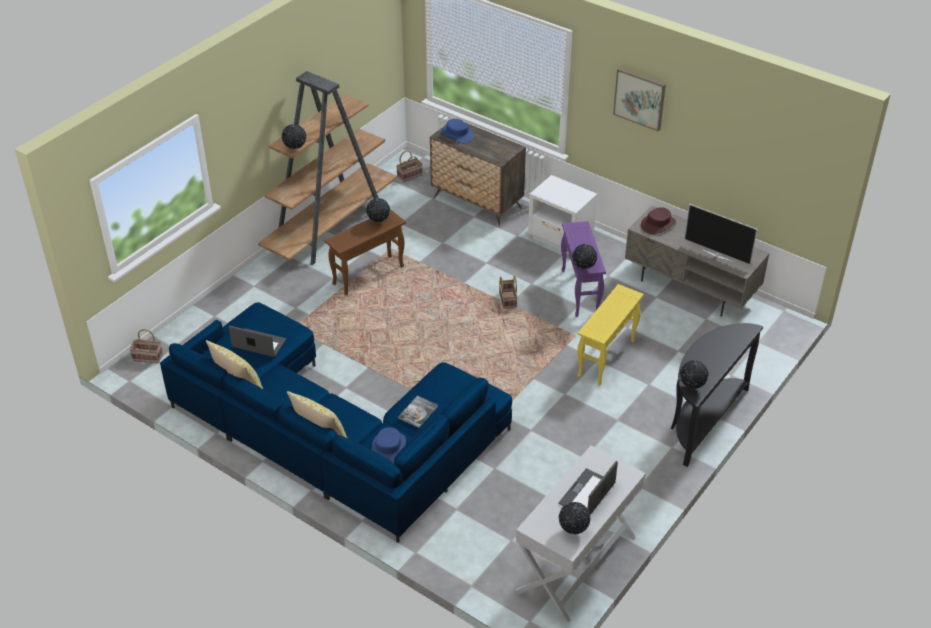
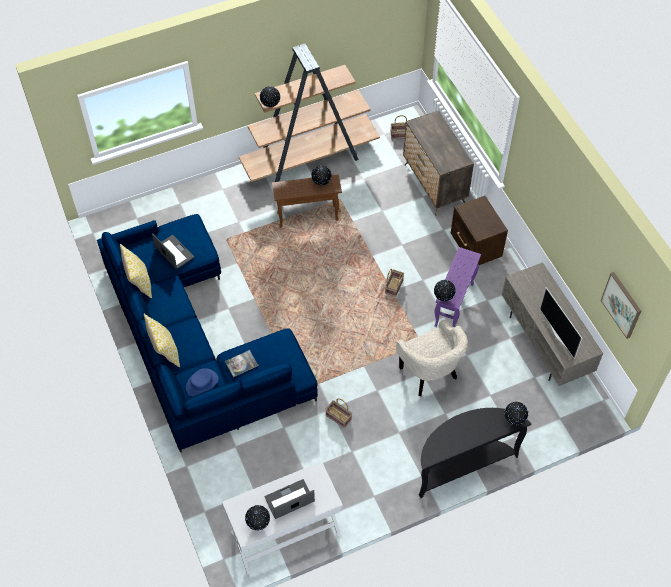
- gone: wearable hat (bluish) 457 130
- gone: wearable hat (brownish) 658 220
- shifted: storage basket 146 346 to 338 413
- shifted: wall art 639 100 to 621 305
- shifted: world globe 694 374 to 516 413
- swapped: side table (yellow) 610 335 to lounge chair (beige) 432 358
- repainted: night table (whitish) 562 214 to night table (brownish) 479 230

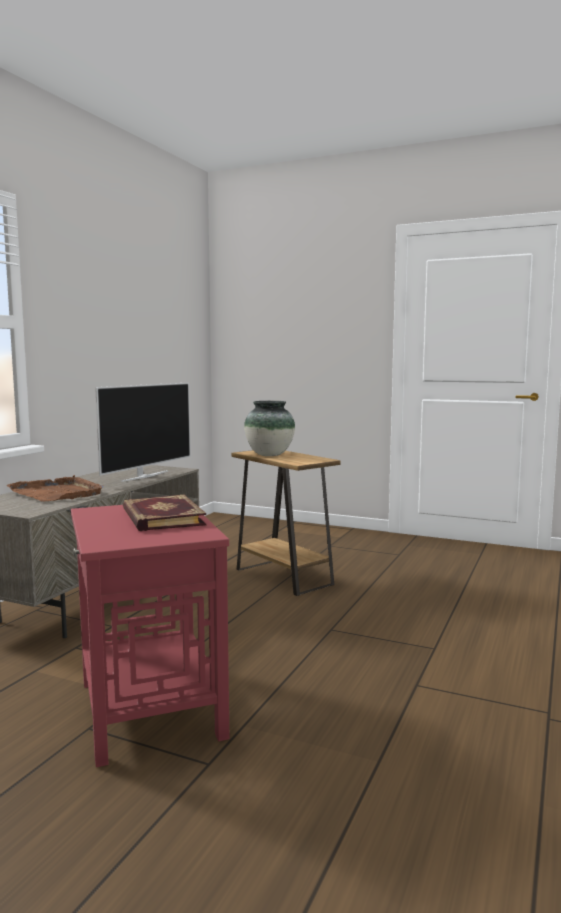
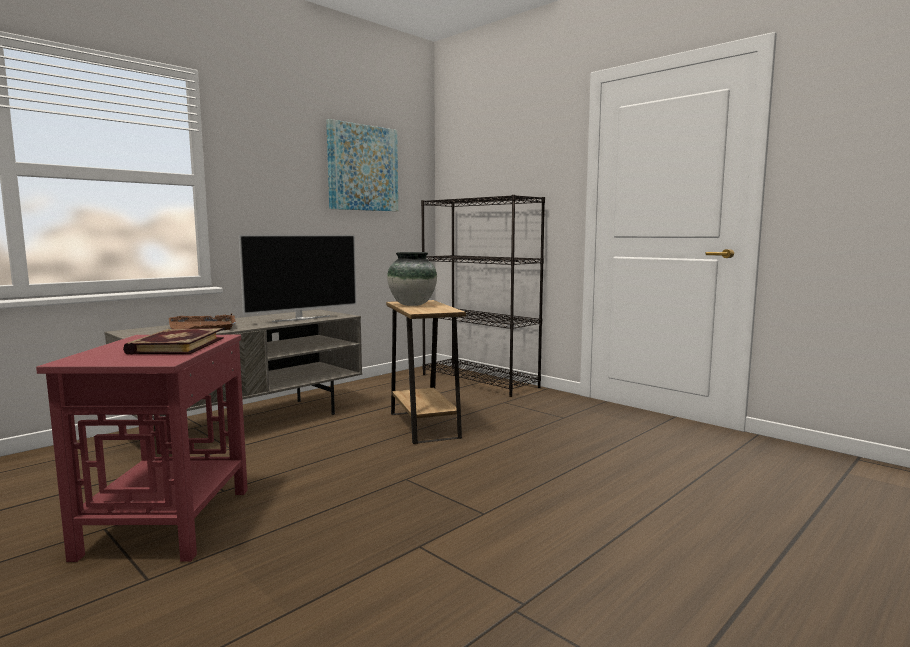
- new: wall art 362 165
- new: bookcase (black-coloured) 483 296

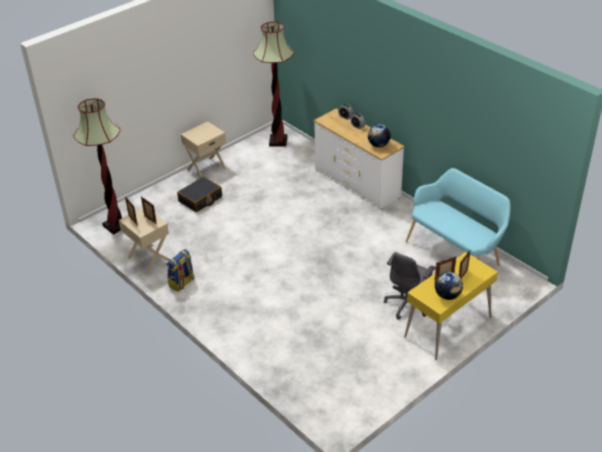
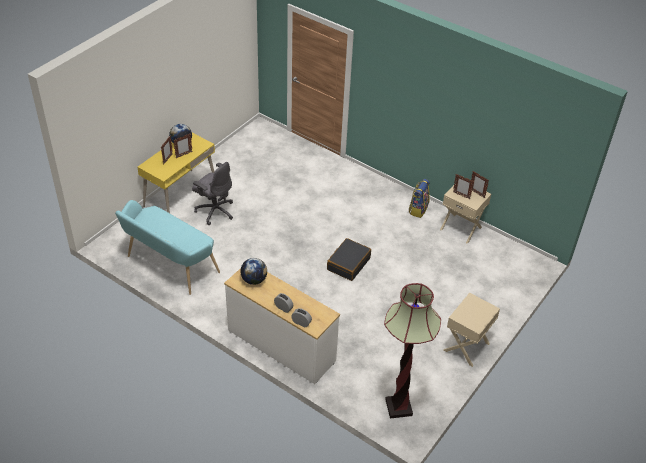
- gone: standing lamp 97 166
- shifted: piece of luggage (black-coloured) 199 194 to 349 259
- rotated: computer chair (grey) 409 286 = 212 193 105 degrees clockwise

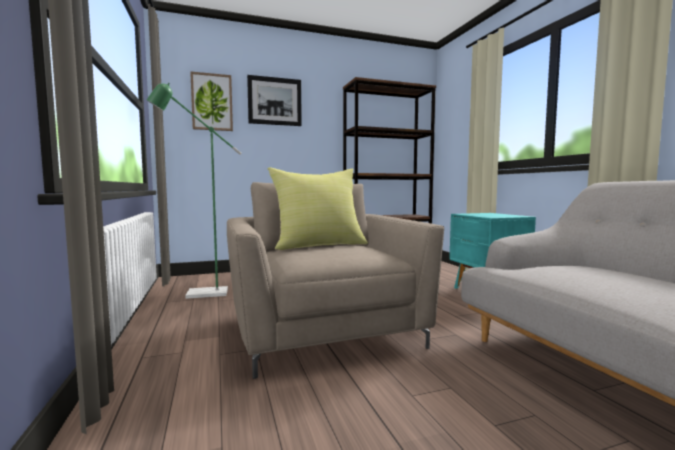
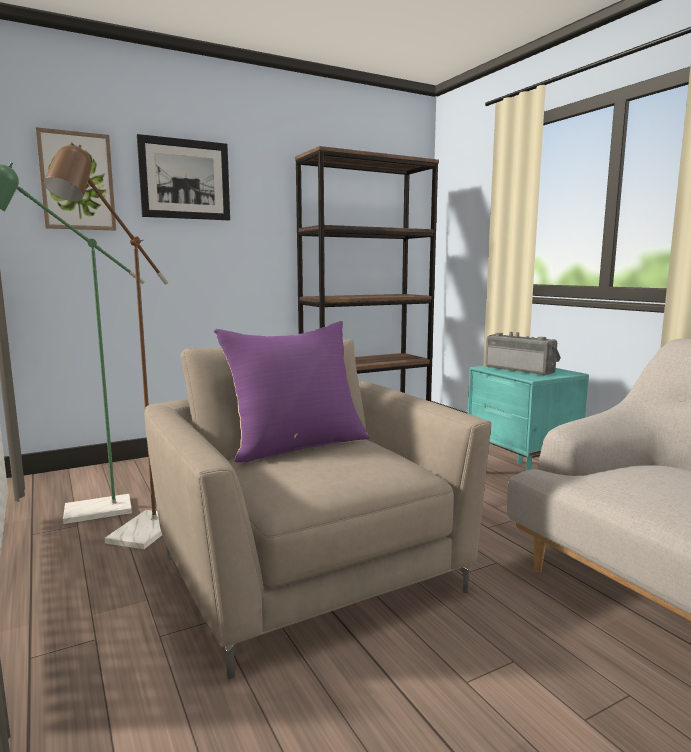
- new: standing lamp (brownish) 106 347
- new: radio receiver 523 353
- repainted: cushion (yellow) 318 208 to cushion (purplish) 292 392

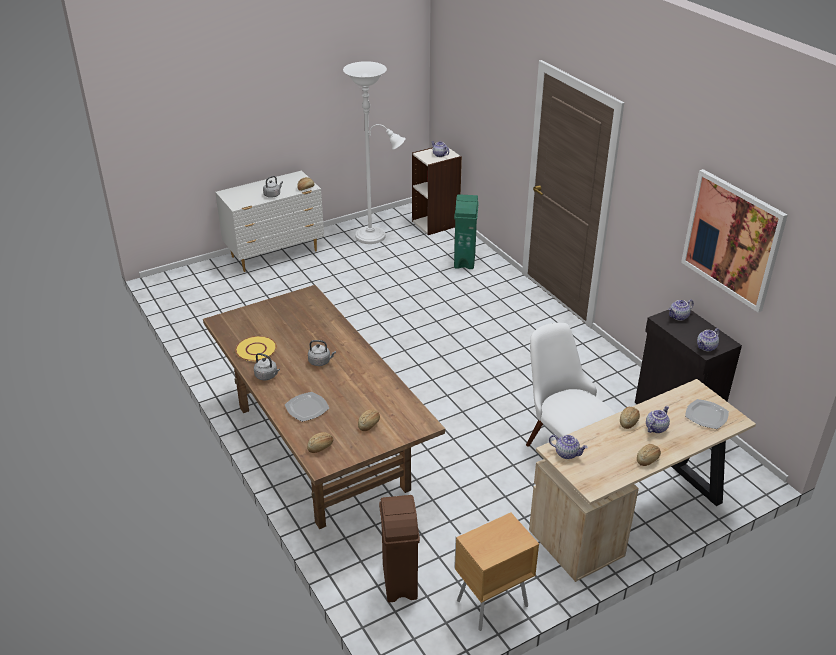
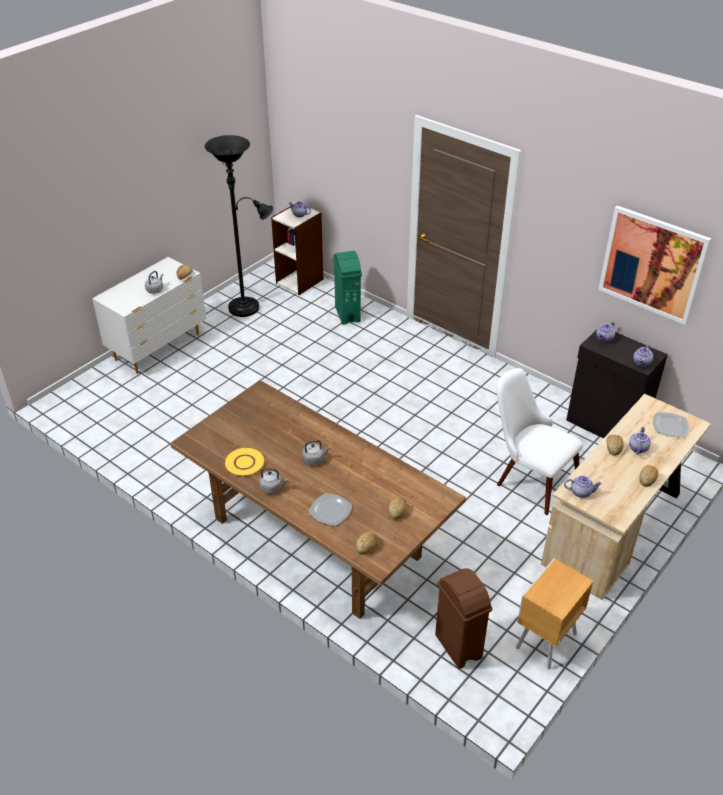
- repainted: standing lamp (whitish) 374 152 to standing lamp (black-coloured) 239 226

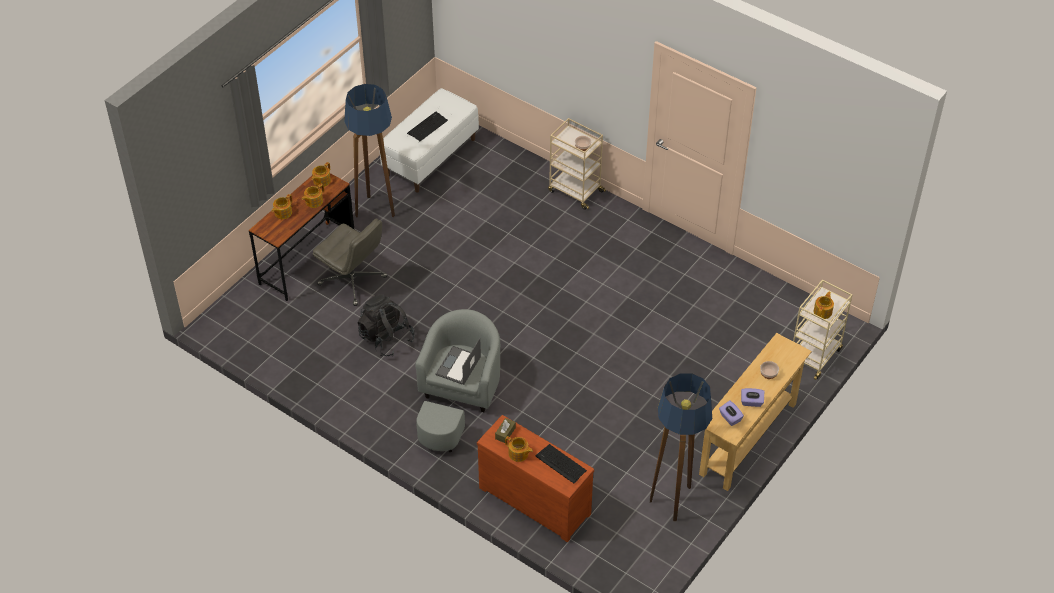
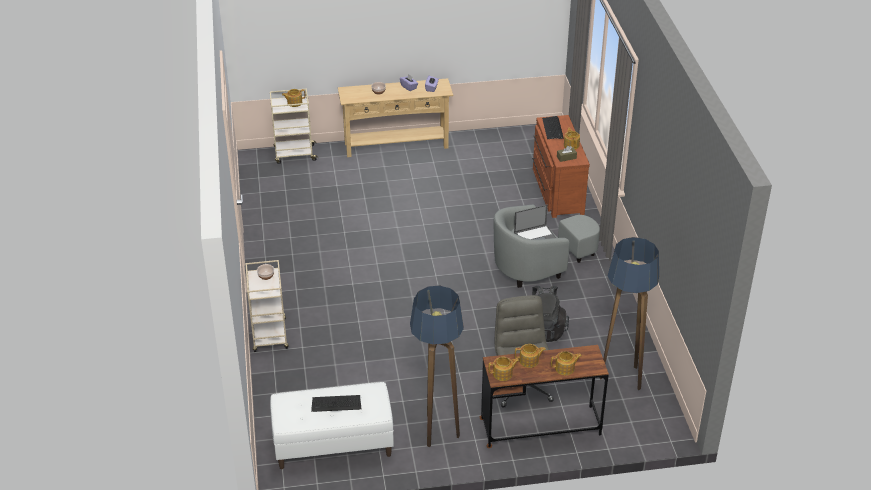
- shifted: standing lamp 681 447 to 629 313

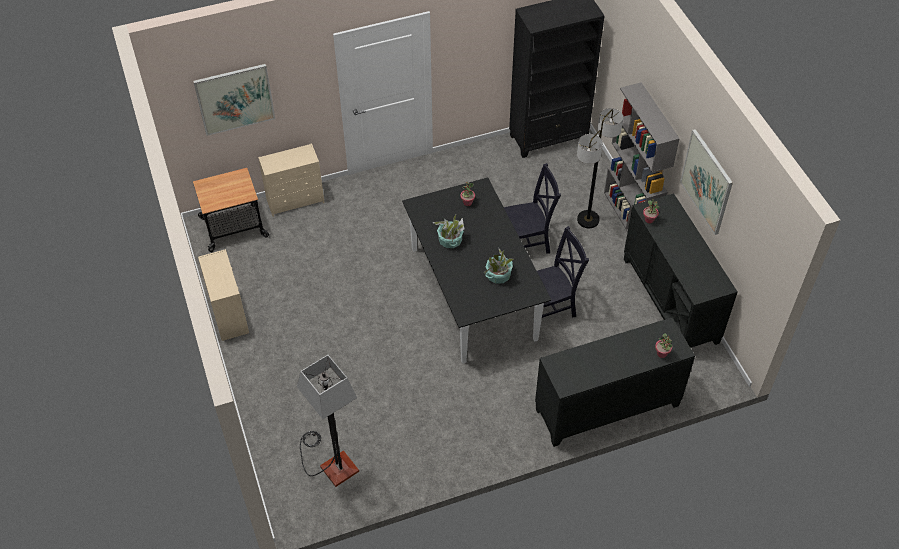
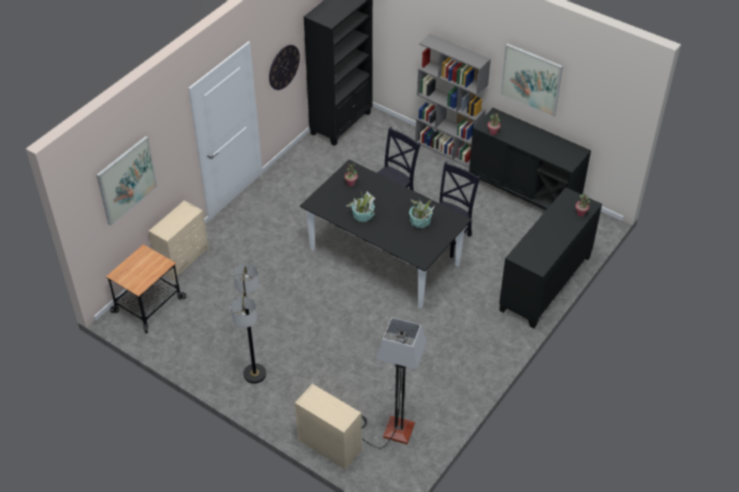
- new: wall clock 284 67
- shifted: drawer chest (beige) 223 295 to 328 426
- shifted: standing lamp 600 168 to 248 323

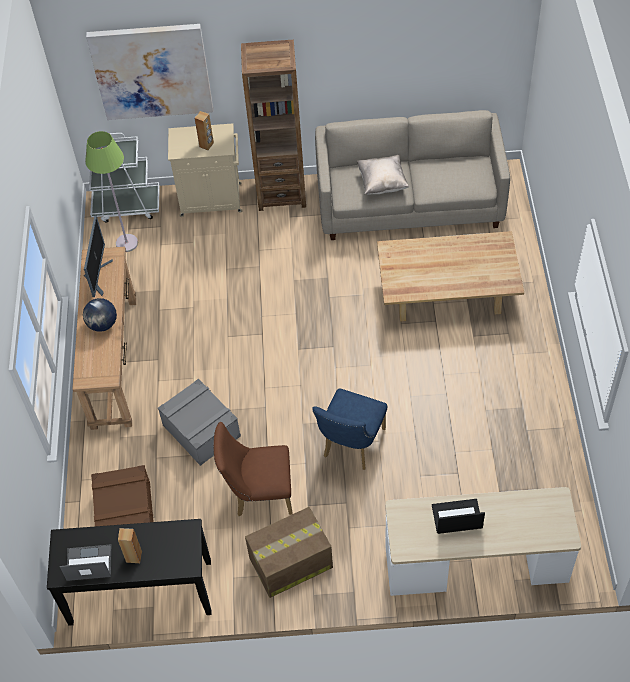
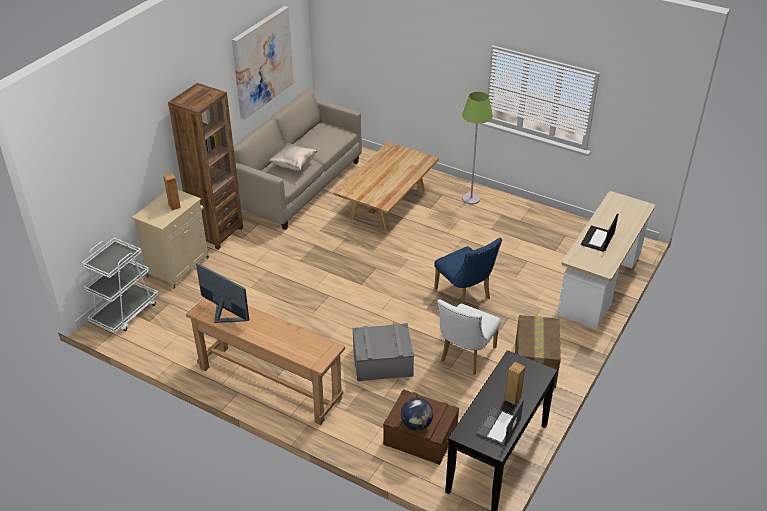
- shifted: world globe 100 315 to 417 414
- shifted: standing lamp (green-coloured) 111 191 to 477 148
- shifted: wall art 149 72 to 263 63
- repainted: upright chair (brownish) 253 469 to upright chair (whitish) 469 337

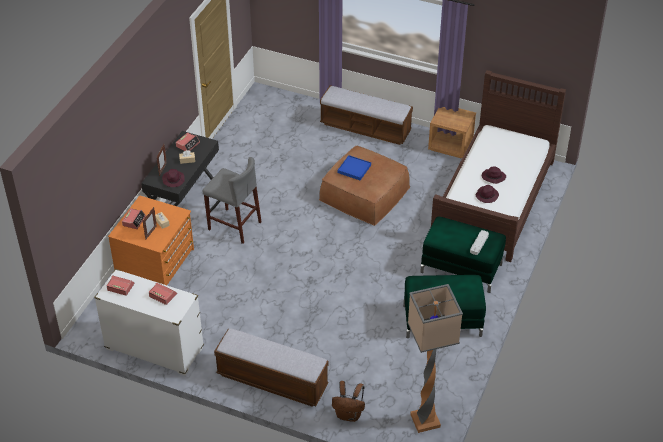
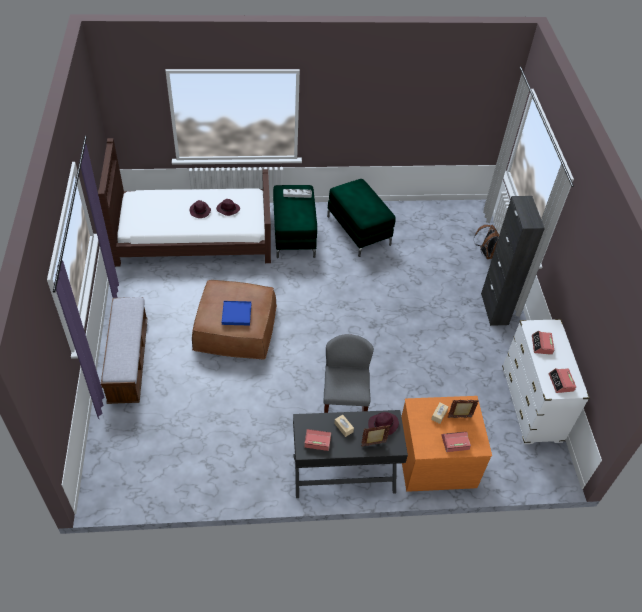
- gone: standing lamp 435 358
- gone: night table (brownish) 452 132
- swapped: long seat 271 367 to storage cabinet (black-coloured) 513 261

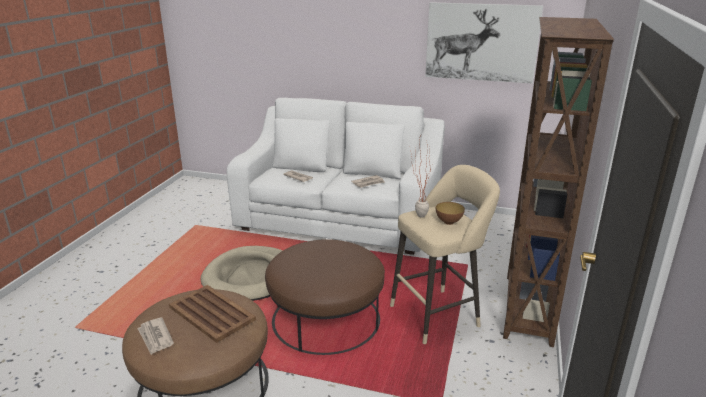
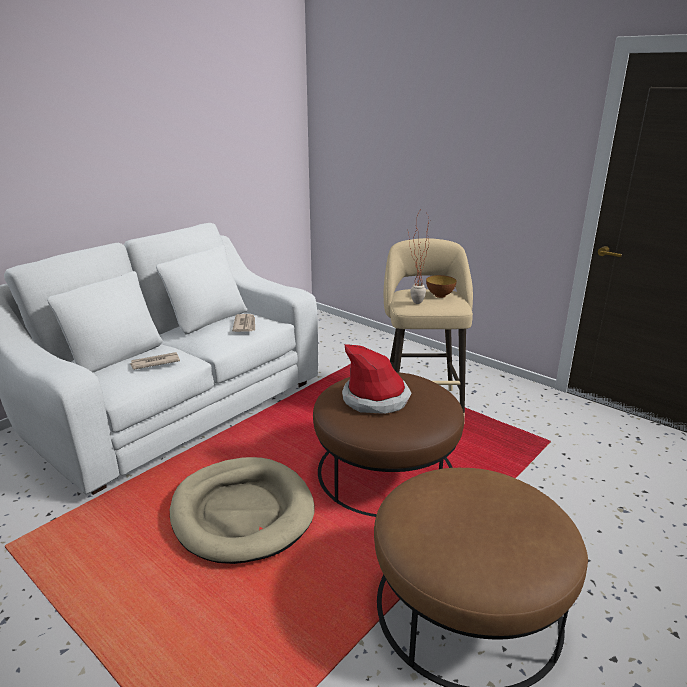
- gone: daily paper 155 336
- gone: carrying tray (brownish) 212 314
- gone: wall art 484 42
- gone: bookcase (brownish) 558 182
- new: wearable hat 377 379

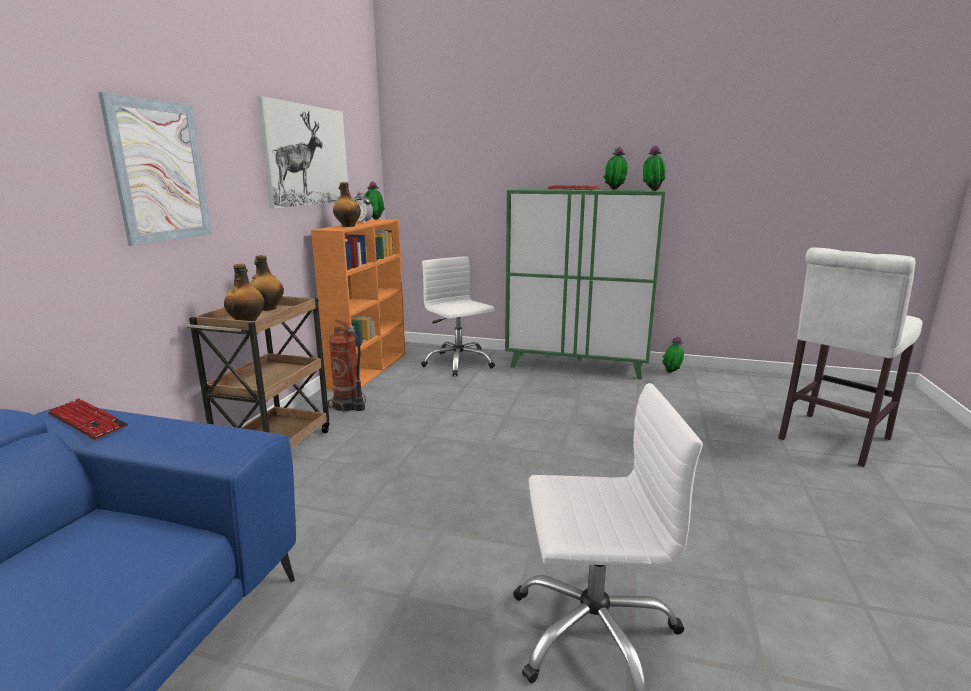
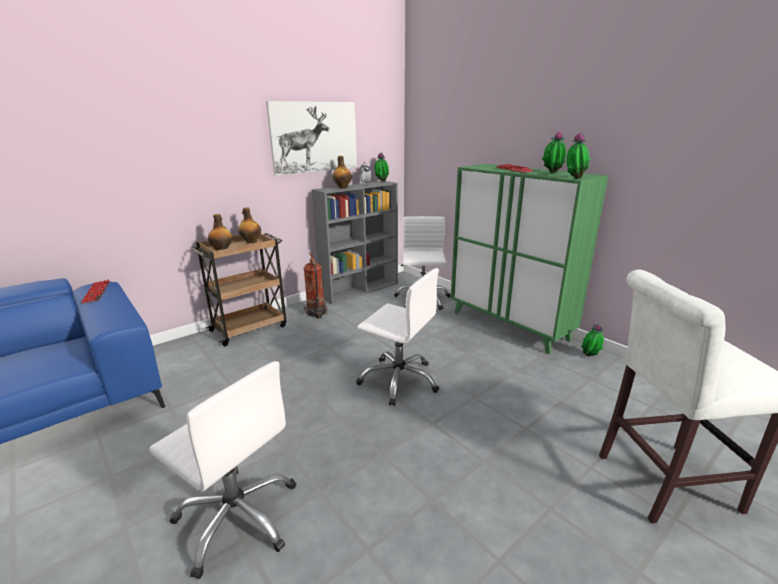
- gone: wall art 155 169
- new: computer chair (whitish) 398 337
- repainted: bookcase (orangey) 358 304 to bookcase (grey) 355 242

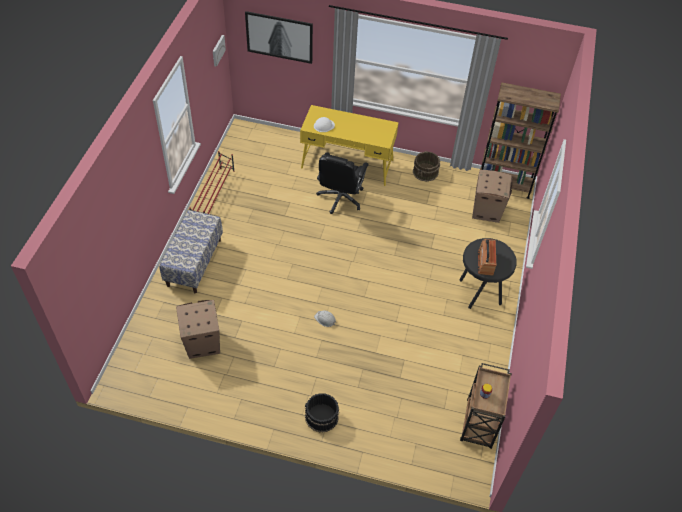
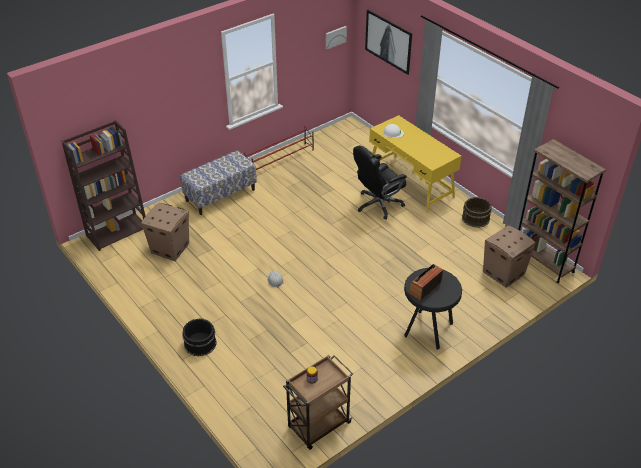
- new: bookcase (brownish) 103 185

